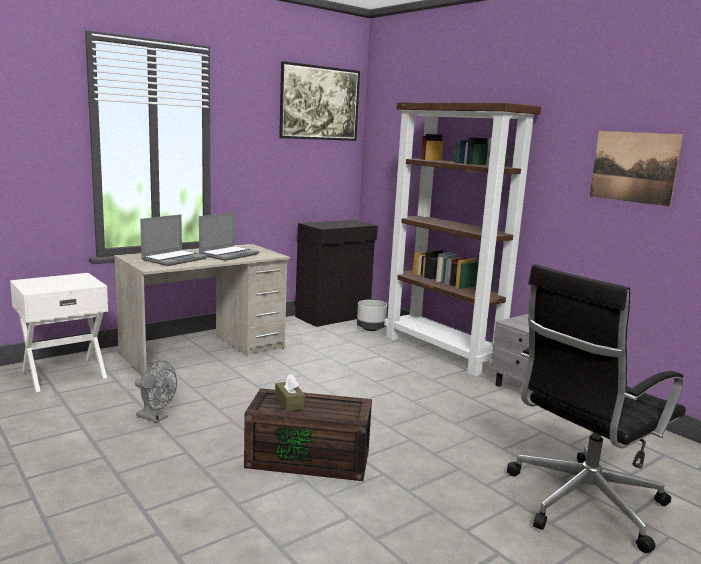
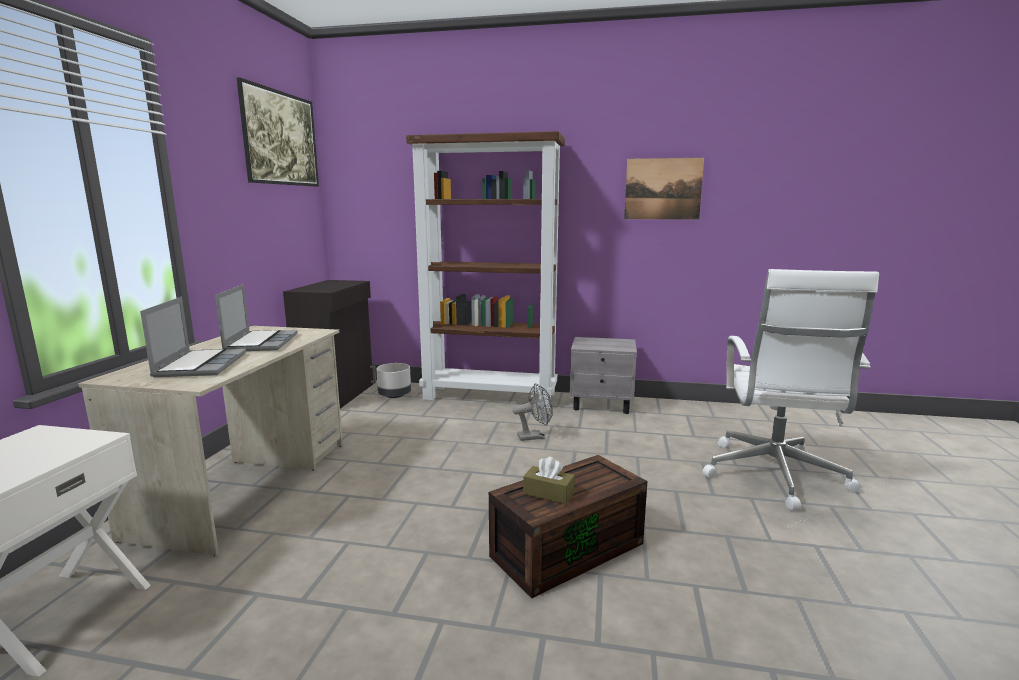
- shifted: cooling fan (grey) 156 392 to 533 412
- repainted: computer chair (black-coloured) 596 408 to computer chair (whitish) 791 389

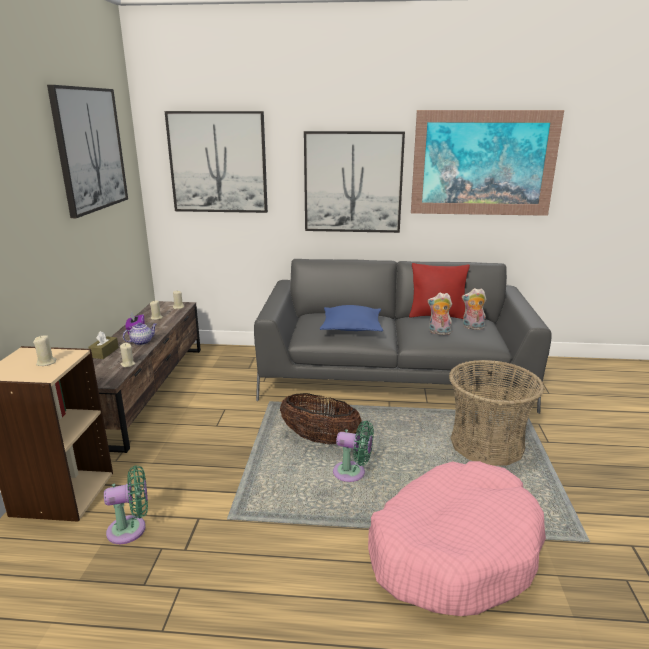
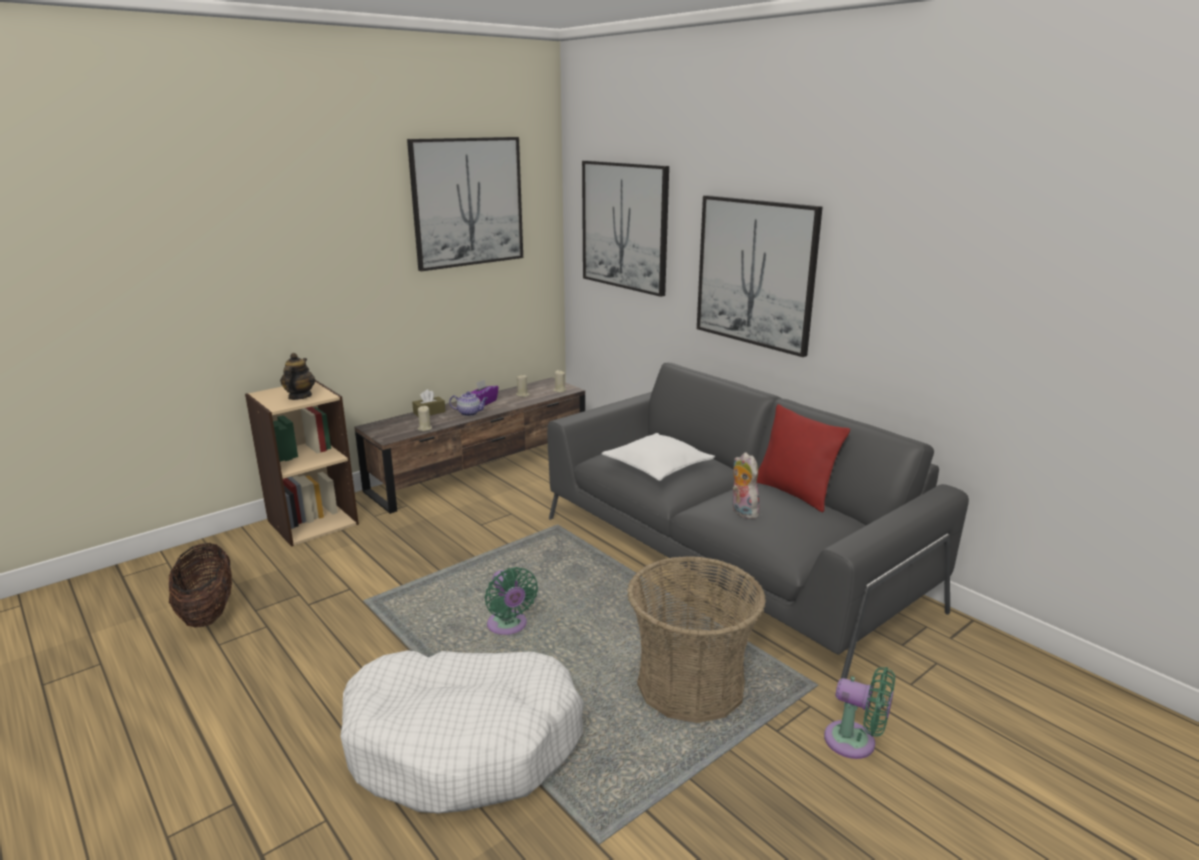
- gone: wall art 487 163
- gone: cuddly toy 474 309
- shifted: cooling fan (green-coloured) 126 505 to 859 713
- shifted: storage basket 321 419 to 200 585
- swapped: wax light (beige) 45 350 to tea pot 297 376
- repainted: cushion (bluish) 351 318 to cushion (whitish) 658 457
- repainted: dog bed (pinkish) 457 538 to dog bed (whitish) 462 732

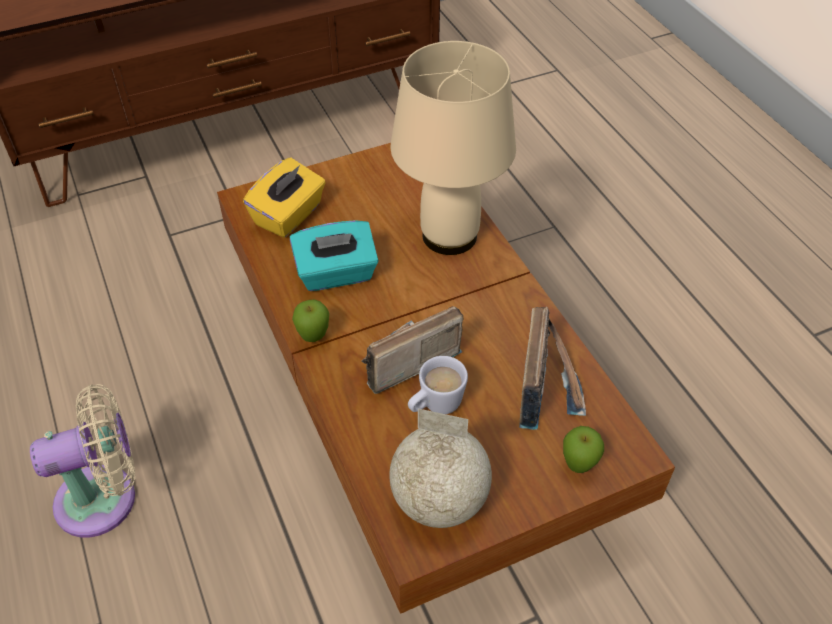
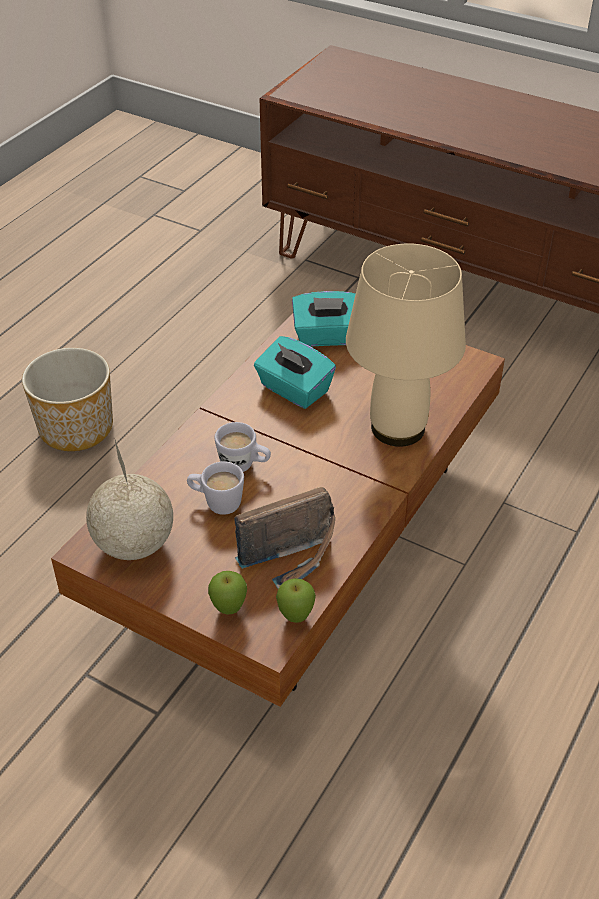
- shifted: whole apple 310 320 to 296 600
- swapped: cooling fan (beige) 82 460 to flower pot 67 399
- swapped: radio receiver 412 350 to tea mug (whitish) 243 447
- repainted: box of tissues (yellow) 284 198 to box of tissues (turquoise-coloured) 324 319

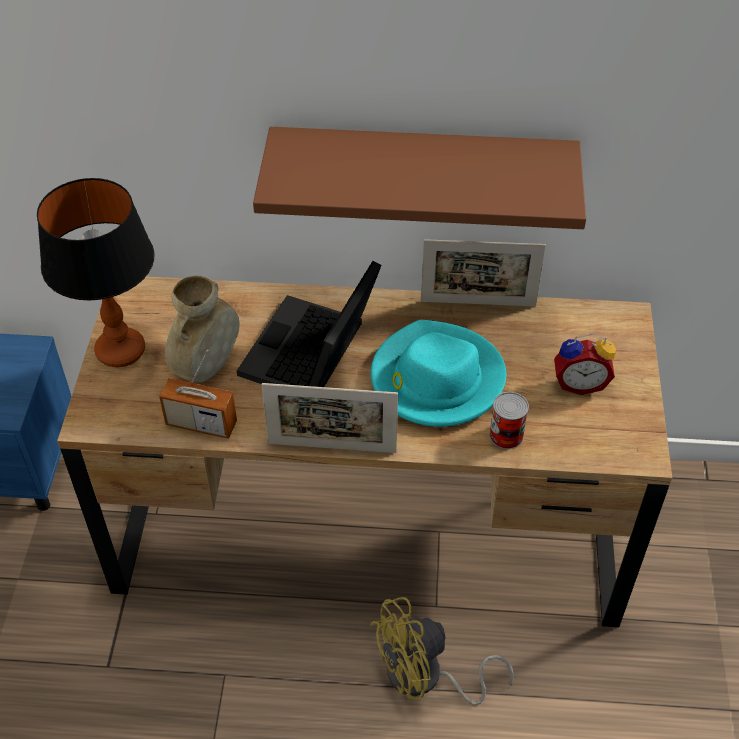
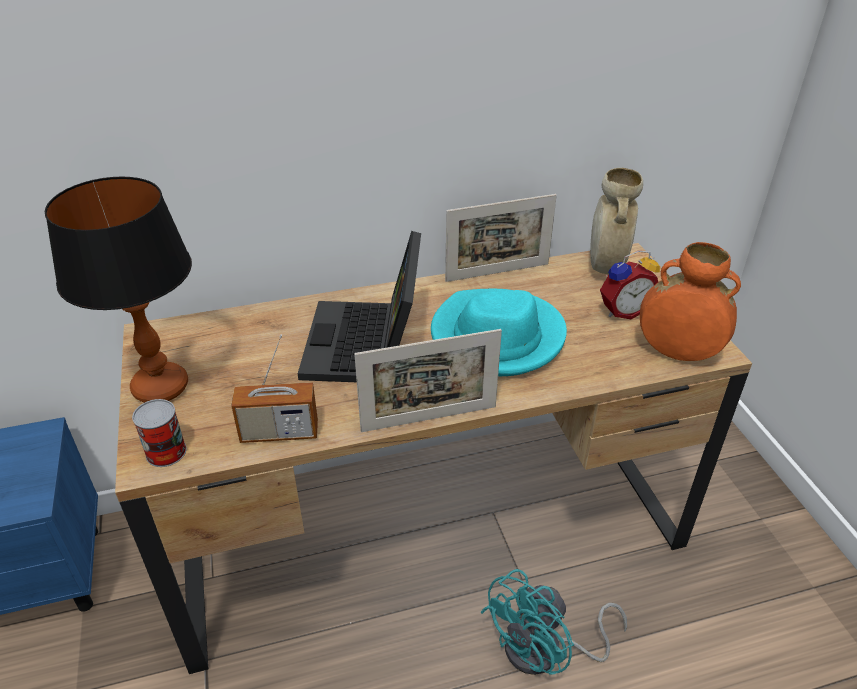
- gone: wall shelf (brownish) 419 178
- new: decorative vase (orangey) 690 301
- shifted: decorative vase (beige) 202 329 to 616 221
- shifted: sealed can 509 420 to 159 433
- repainted: cooling fan (yellow) 442 651 to cooling fan (turquoise-coloured) 553 622

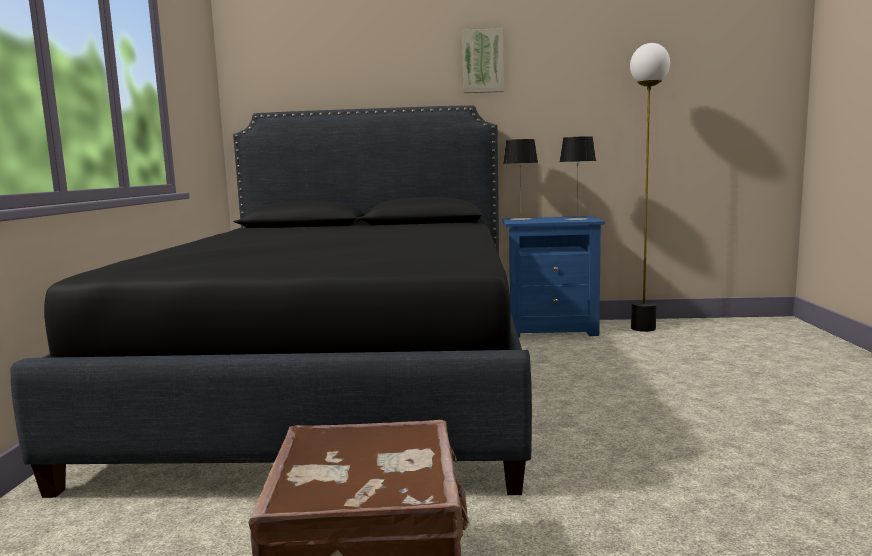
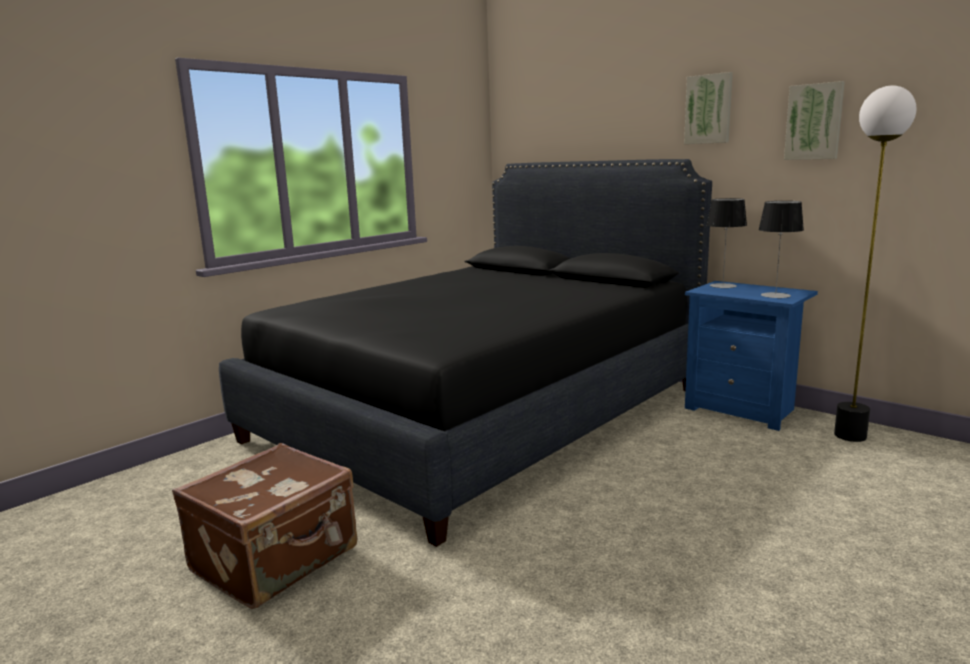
- new: wall art 814 120

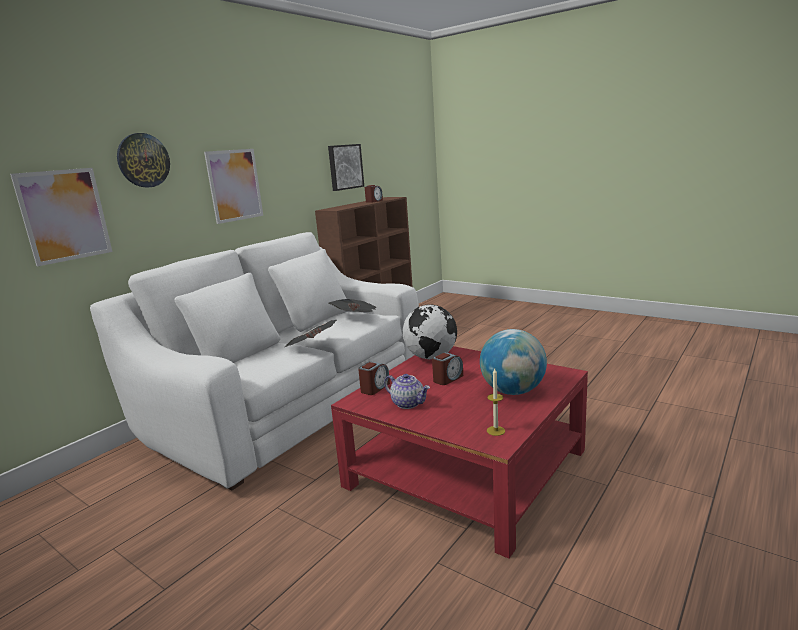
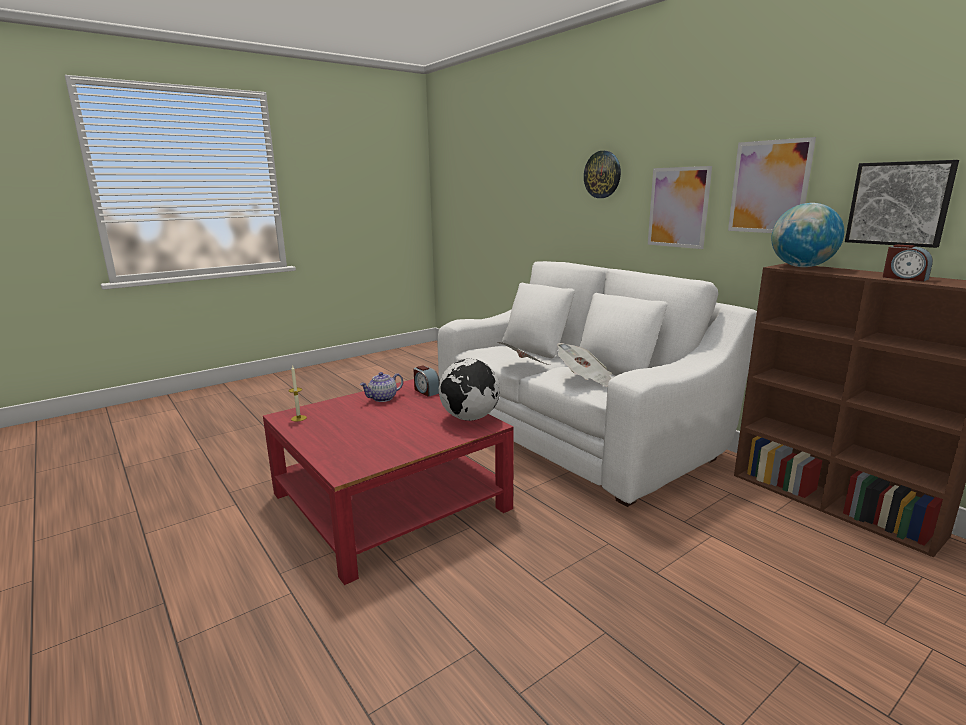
- gone: table clock 447 368
- shifted: wall art 61 217 to 772 185
- shifted: world globe 513 362 to 807 235

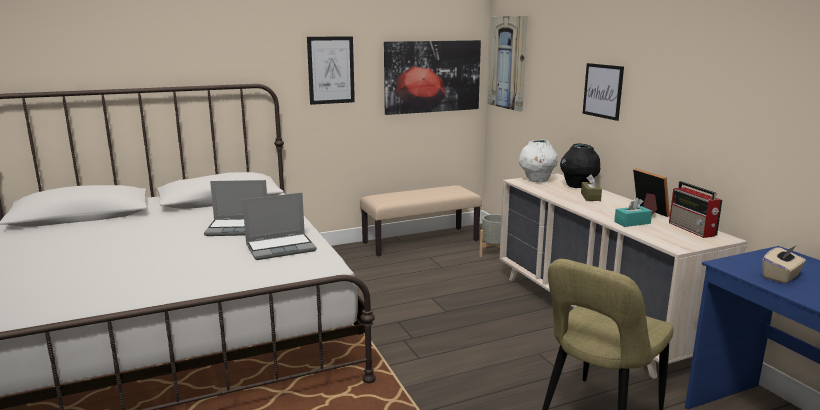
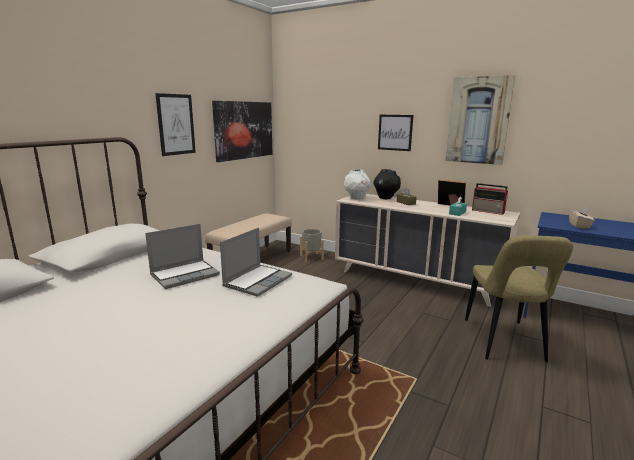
- shifted: wall art 508 63 to 480 120

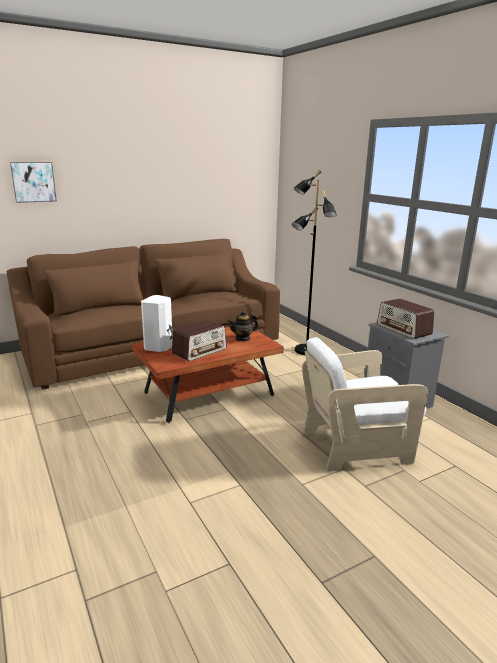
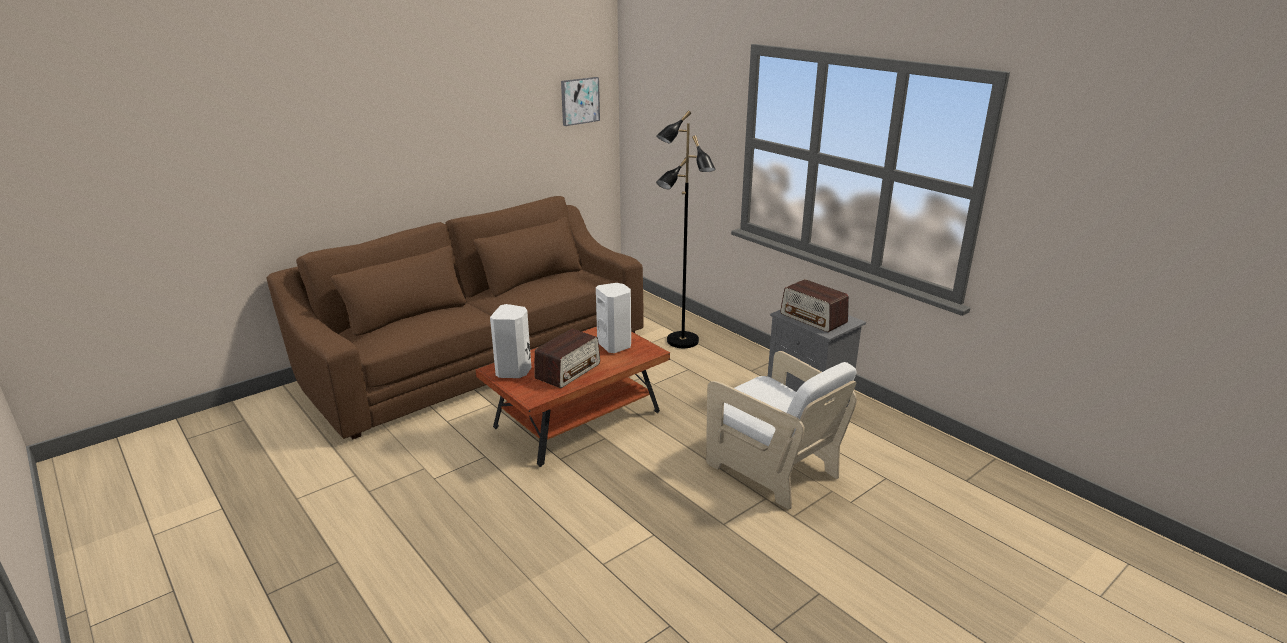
- shifted: wall art 33 182 to 580 101
- swapped: tea pot 243 325 to audio speaker (whitish) 613 318
- rotated: lounge chair (whitish) 365 404 = 781 430 105 degrees counterclockwise

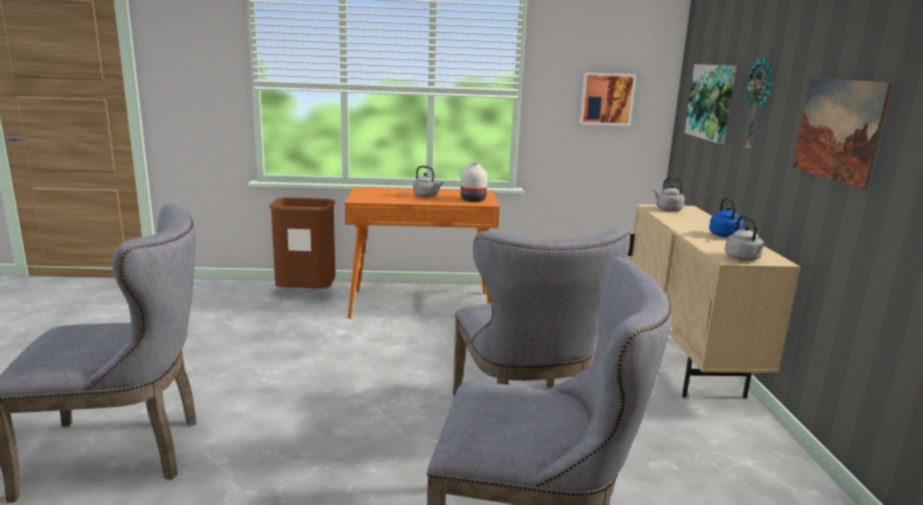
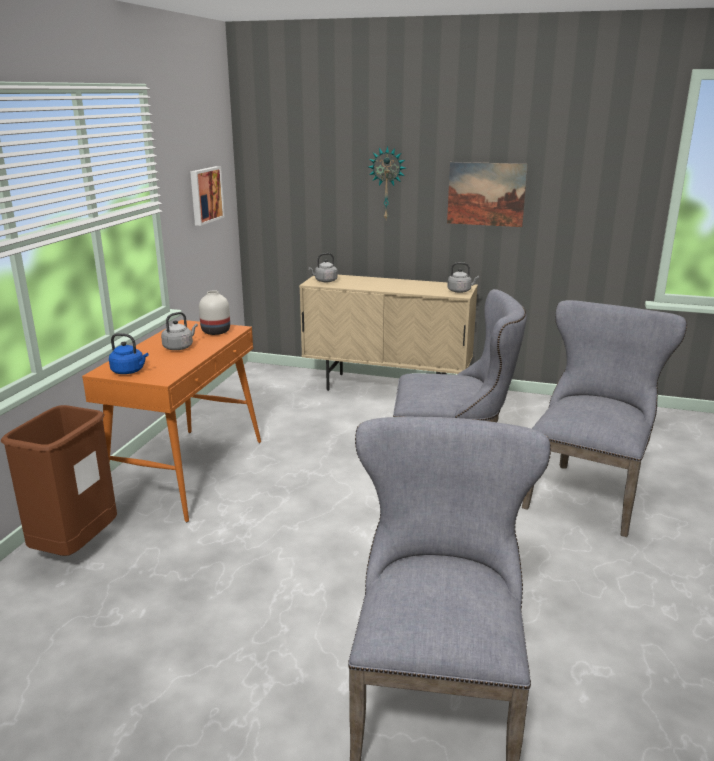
- gone: wall art 710 104
- shifted: water kettle (bluish) 726 217 to 128 353

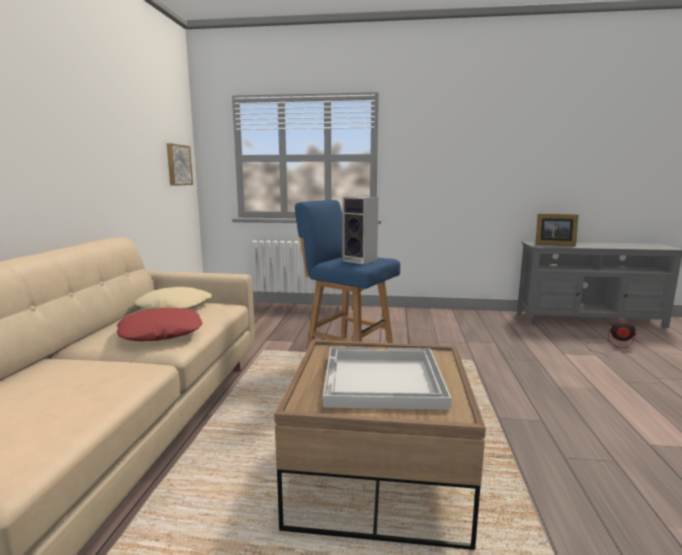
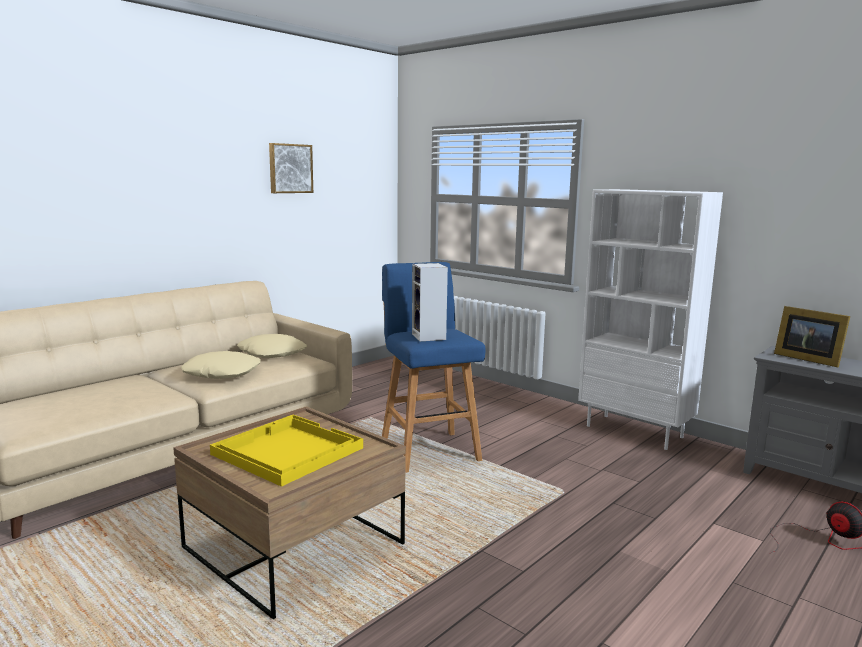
- new: bookcase (whitish) 650 319
- shifted: wall art 180 164 to 291 168
- repainted: cushion (reddish) 159 324 to cushion (beige) 221 365
- repainted: carrying tray (whitish) 387 378 to carrying tray (yellow) 286 451

